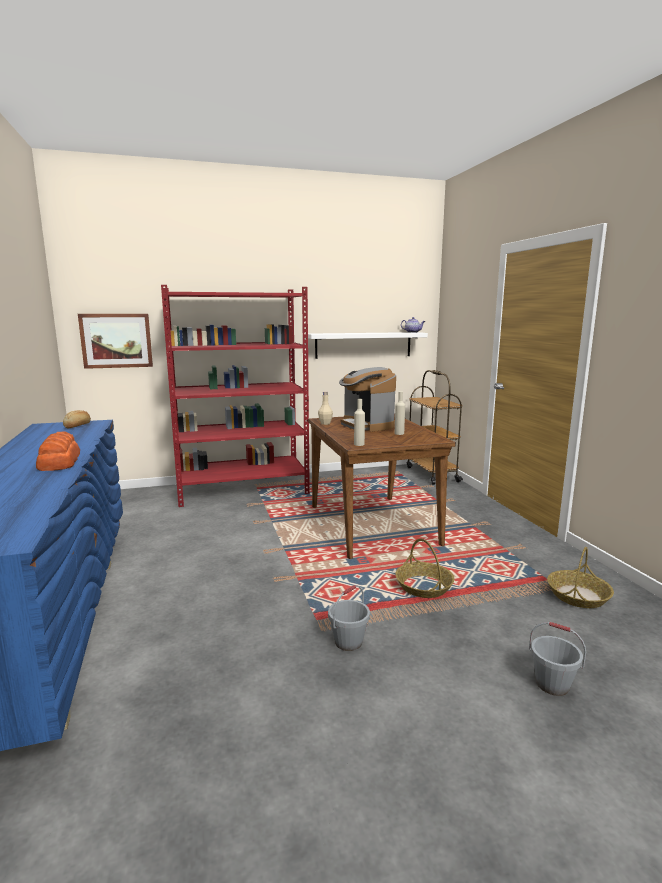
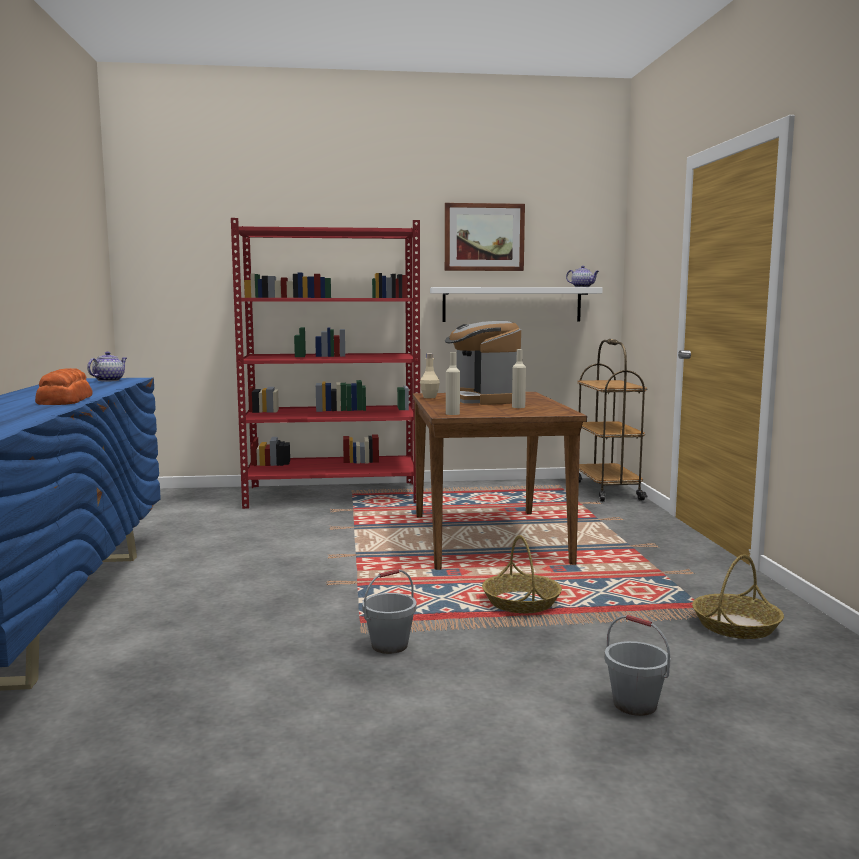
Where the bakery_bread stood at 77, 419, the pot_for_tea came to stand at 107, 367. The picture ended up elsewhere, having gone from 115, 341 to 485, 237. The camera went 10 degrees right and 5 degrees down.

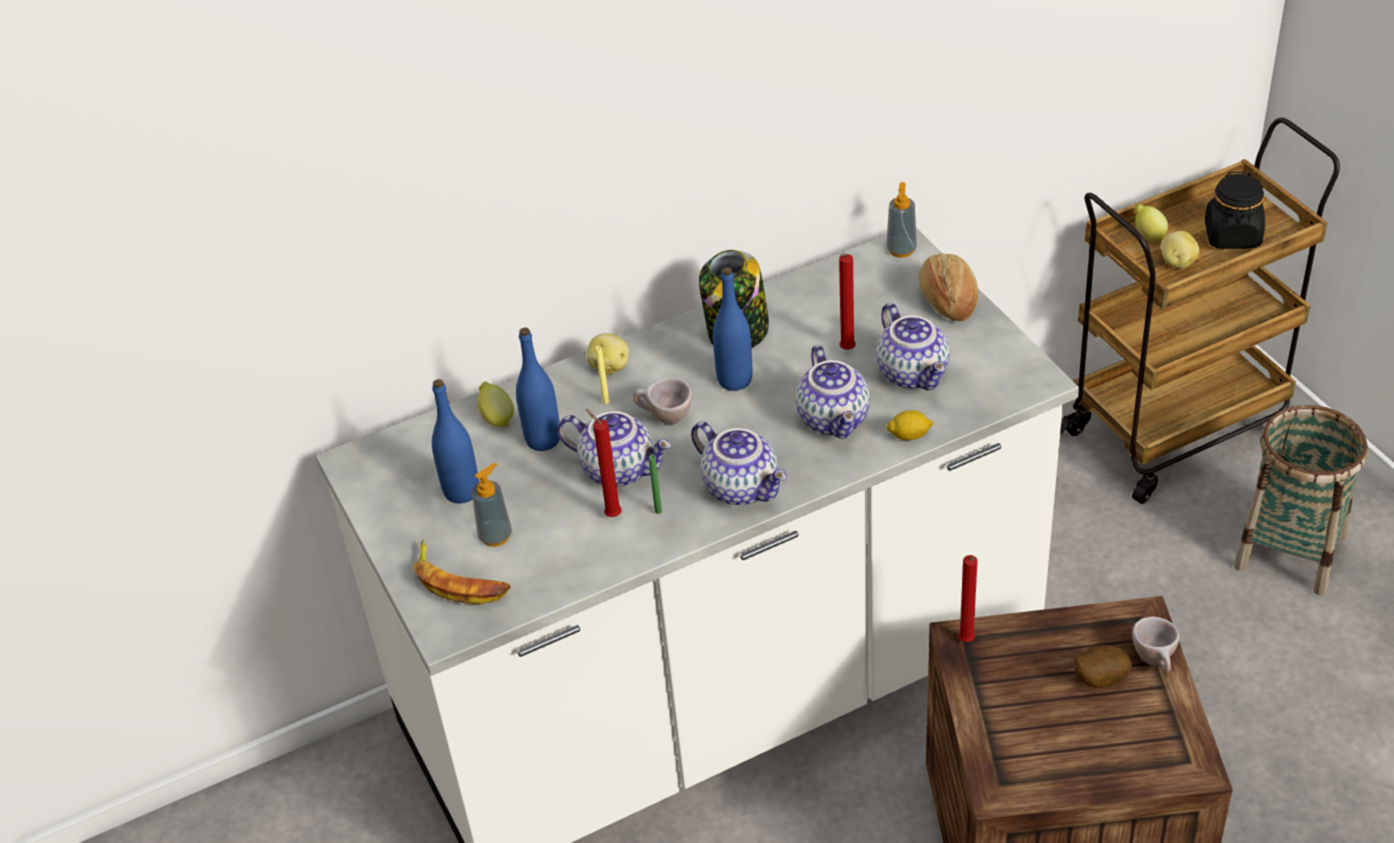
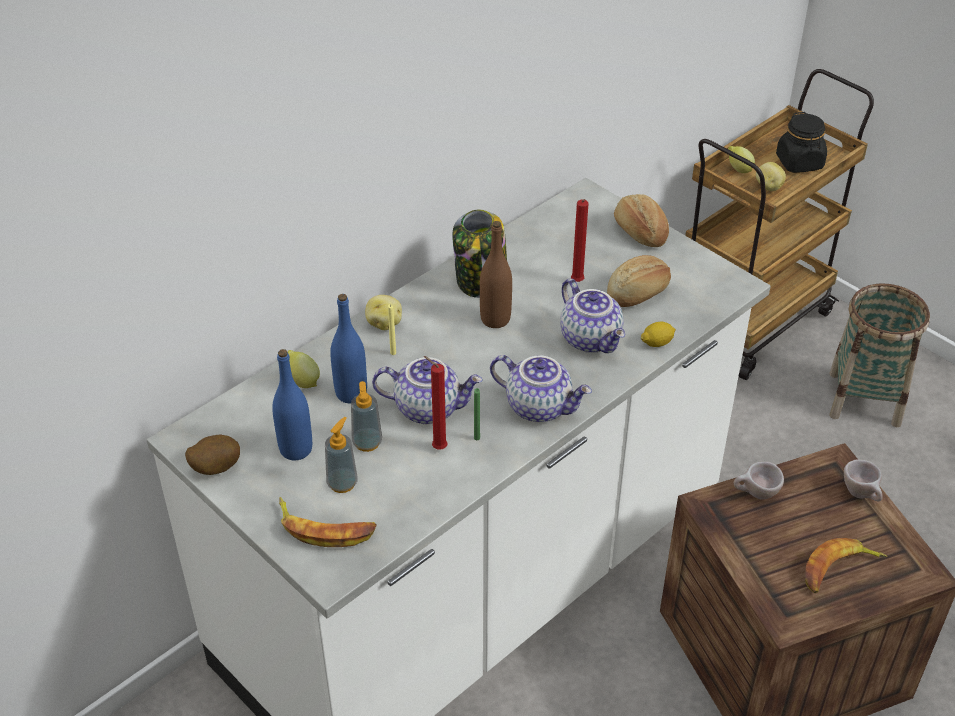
The beige-coloured_small_cup ended up elsewhere, having gone from 662, 401 to 759, 481. What was the blue-coloured_beverage_bottle at 732, 329 turned into the brown_beverage_bottle at 496, 274. Where the pot_for_tea stood at 912, 346, the bakery_bread came to stand at 639, 281. The soap_dispenser ended up elsewhere, having gone from 901, 220 to 366, 416. The second view lost the reddish_wax_candle at 967, 598. The potato ended up elsewhere, having gone from 1103, 666 to 212, 455. The second view gained the whole_banana at 846, 565. The camera went 20 degrees left and 0 degrees up.

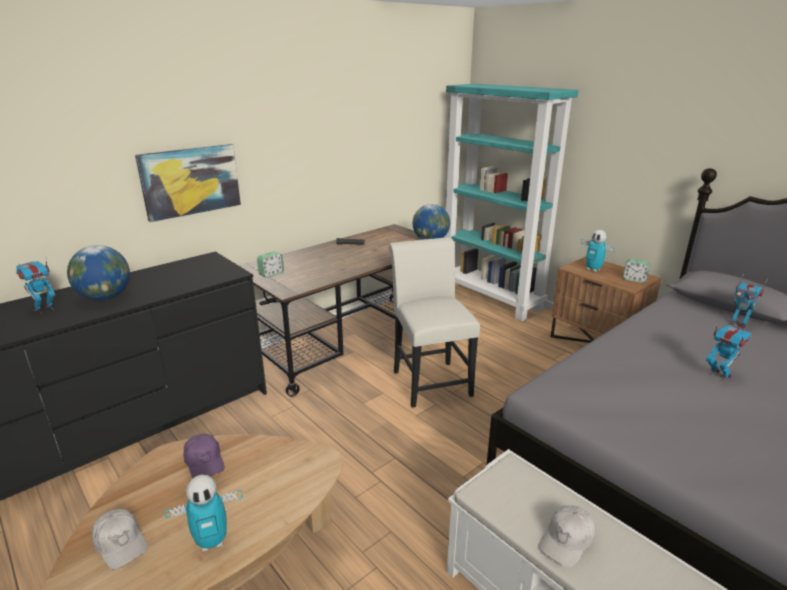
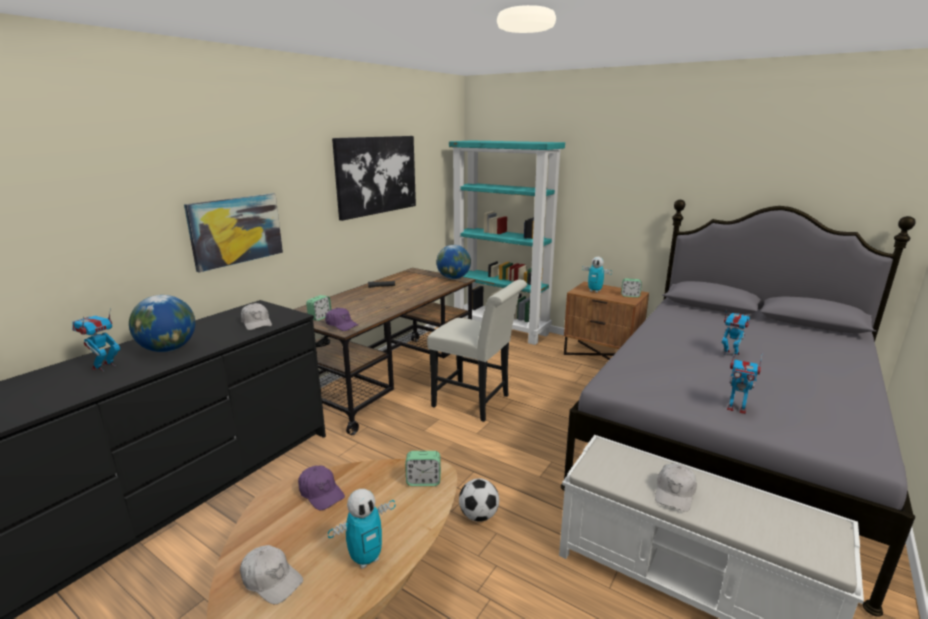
The white-coloured_upright_chair at 434, 322 ended up facing another way, 150 degrees clockwise from before. The robot_figure ended up elsewhere, having gone from 748, 301 to 745, 382. The second view gained the white-coloured_baseball_cap at 256, 316. The second view gained the purple-coloured_baseball_cap at 341, 319. The second view gained the picture at 374, 178. The second view gained the alarm_clock at 423, 468. The second view gained the football_ball at 479, 500. The camera went 15 degrees left and 5 degrees down.

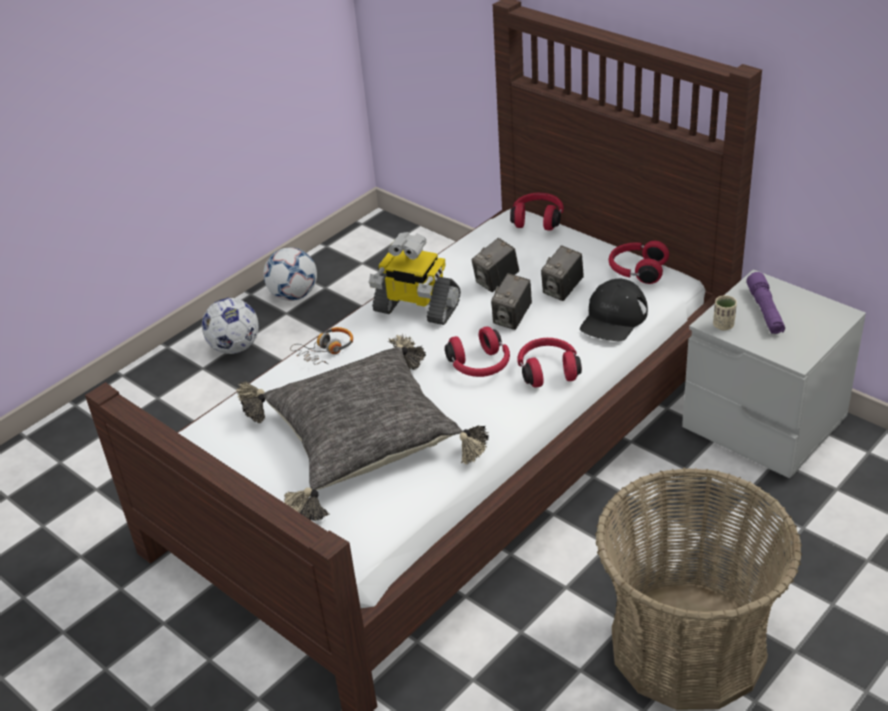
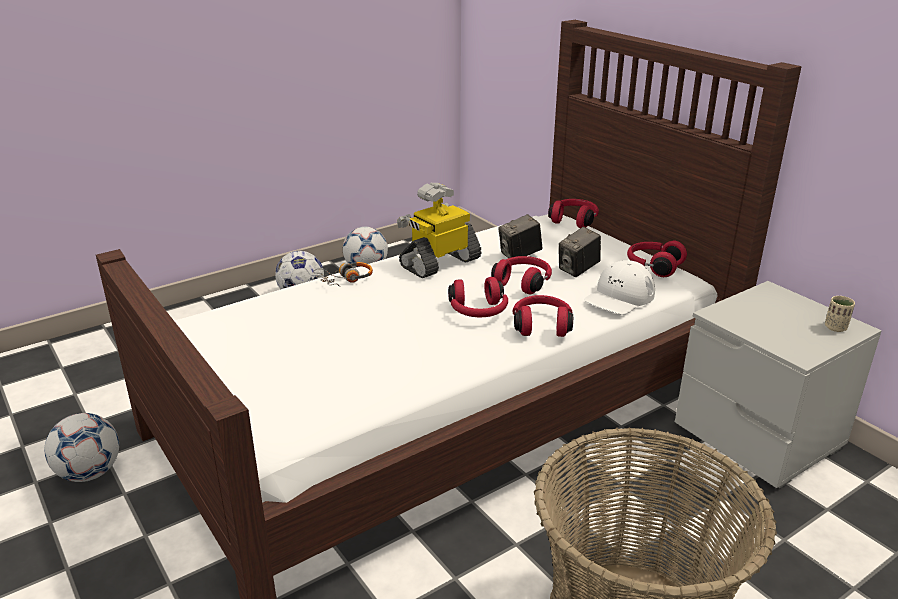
The second view lost the cushion at 362, 427. The robot_figure at 414, 278 ended up facing another way, 105 degrees clockwise from before. Where the photo_camera stood at 511, 301, the reddish_headphones came to stand at 521, 275. What was the black-coloured_baseball_cap at 614, 310 turned into the white-coloured_baseball_cap at 619, 287. The beige-coloured_small_cup ended up elsewhere, having gone from 725, 313 to 840, 314. The second view lost the purple-coloured_torch at 765, 303. The second view gained the football_ball at 82, 447. The camera went 10 degrees right and 10 degrees down.

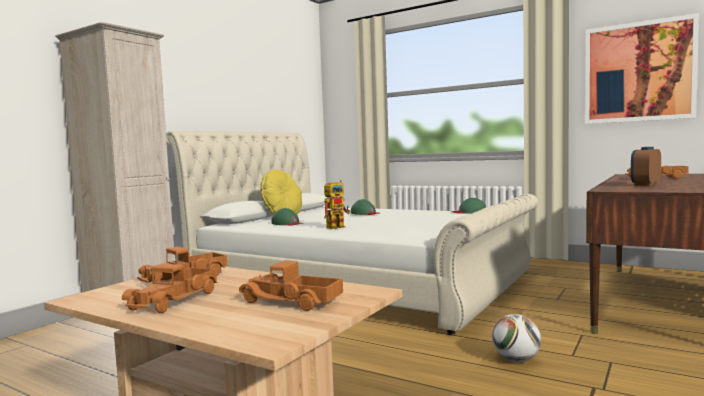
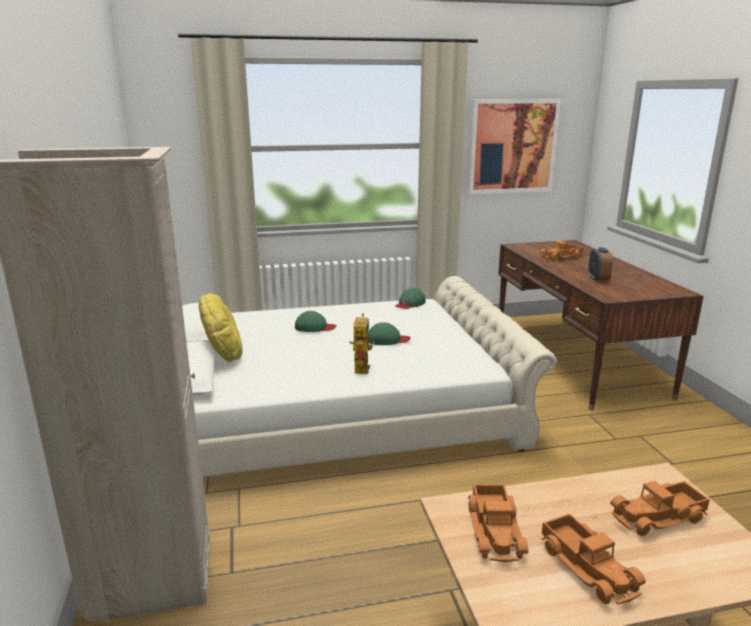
The greenish_baseball_cap ended up elsewhere, having gone from 287, 217 to 389, 333. The second view lost the football_ball at 516, 338. The camera went 45 degrees left and 15 degrees up.

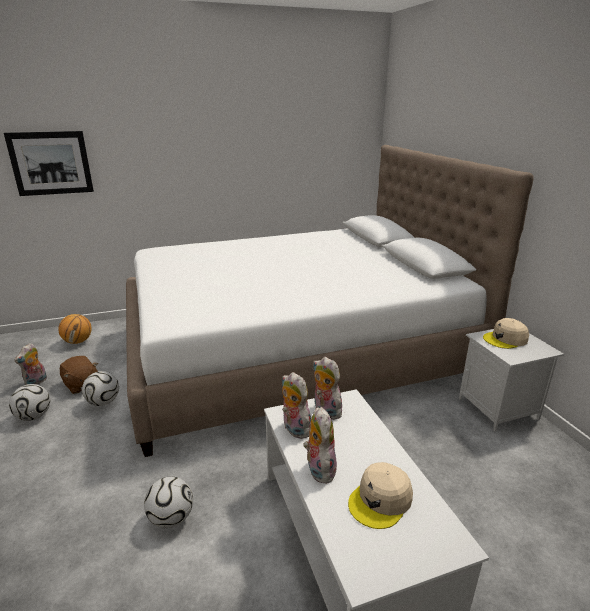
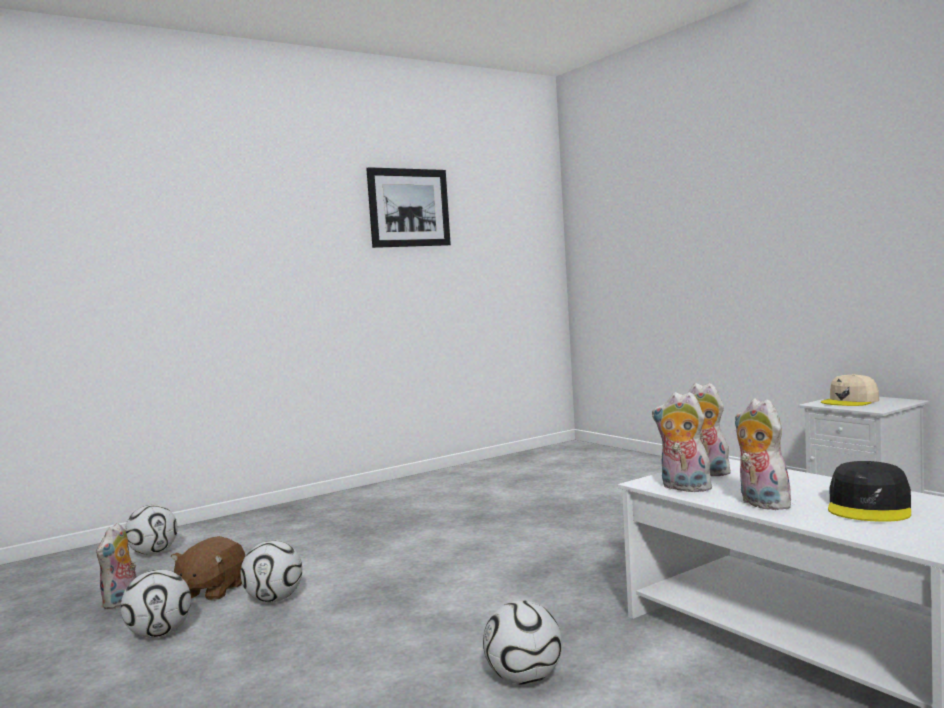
The picture ended up elsewhere, having gone from 49, 163 to 408, 207. Where the basketball stood at 75, 329, the football_ball came to stand at 151, 530. The brown_cuddly_toy at 79, 375 ended up facing another way, 75 degrees clockwise from before. The second view lost the white-coloured_bedroom_bed at 329, 301. What was the beige-coloured_baseball_cap at 380, 495 turned into the black-coloured_baseball_cap at 869, 491. The camera went 15 degrees left and 20 degrees down.

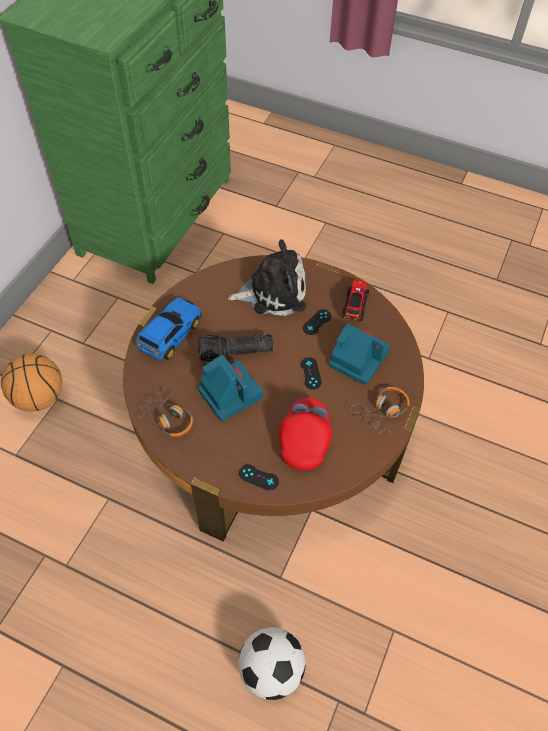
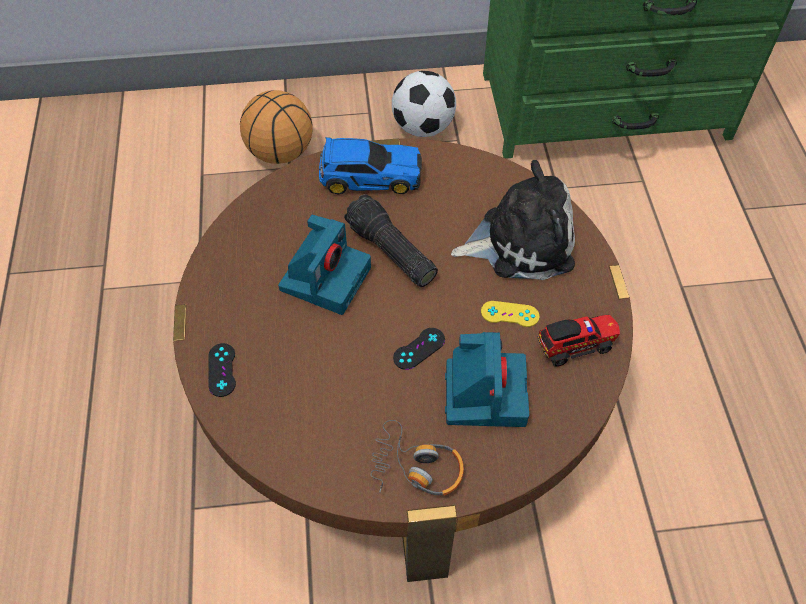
The second view lost the headphones at 166, 411. The cuddly_toy at 267, 277 ended up facing another way, 60 degrees counterclockwise from before. The football_ball ended up elsewhere, having gone from 272, 663 to 424, 104. The second view lost the reddish_baseball_cap at 305, 434. What was the black-coloured_game_controller at 317, 322 turned into the yellowish_game_controller at 510, 314. The camera went 60 degrees right and 0 degrees up.

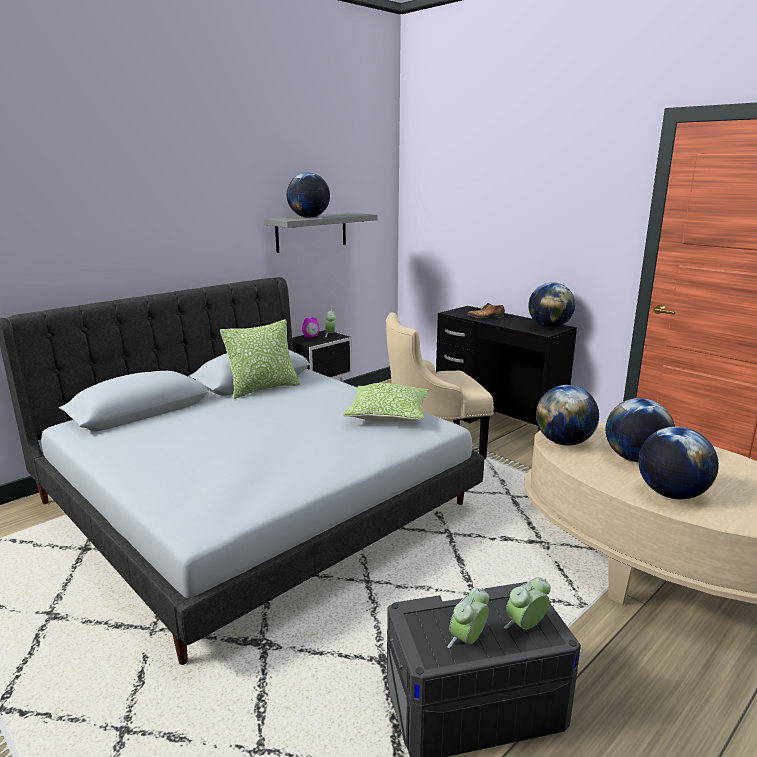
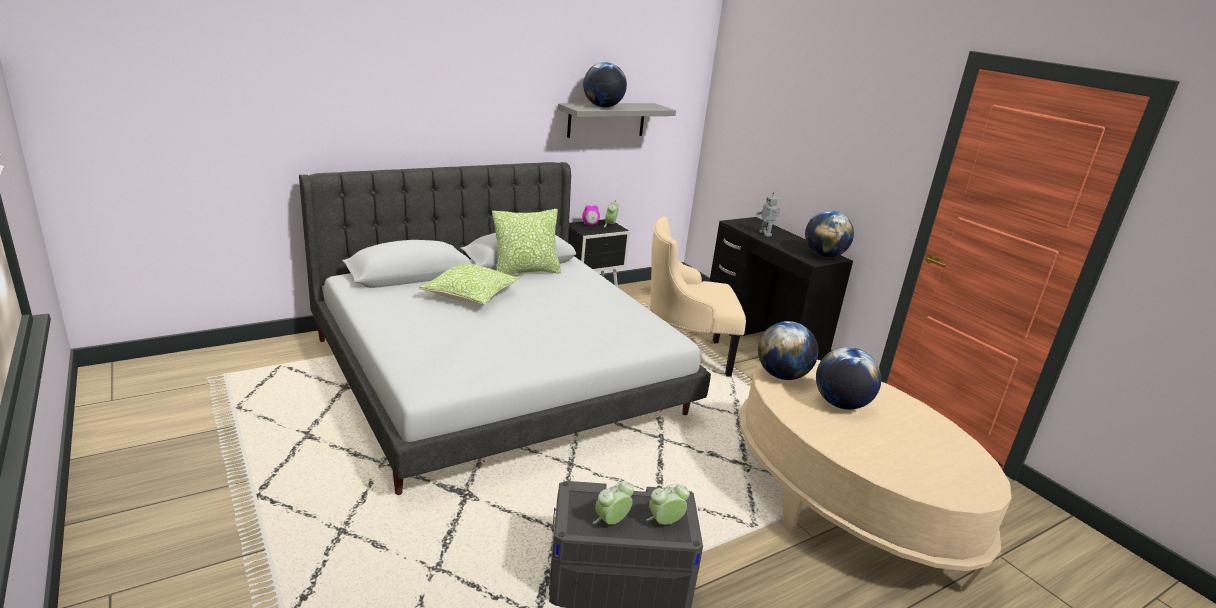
The cushion ended up elsewhere, having gone from 386, 402 to 469, 284. Where the shoe stood at 486, 310, the robot_figure came to stand at 768, 214. The second view lost the desk_globe at 678, 463. The camera went 10 degrees right and 5 degrees up.

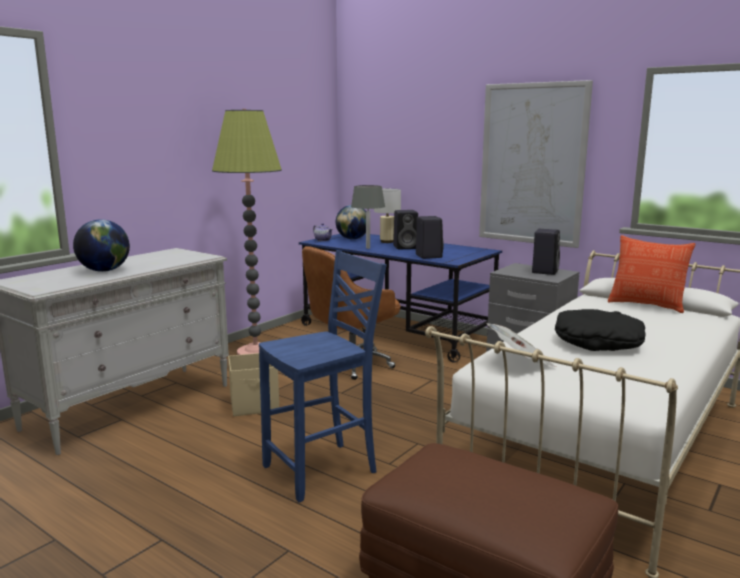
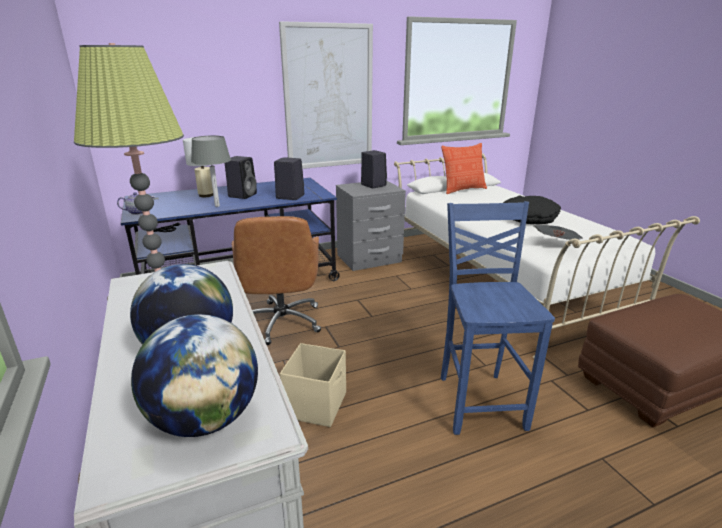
The desk_globe ended up elsewhere, having gone from 351, 222 to 194, 375. The camera went 60 degrees left and 10 degrees up.

